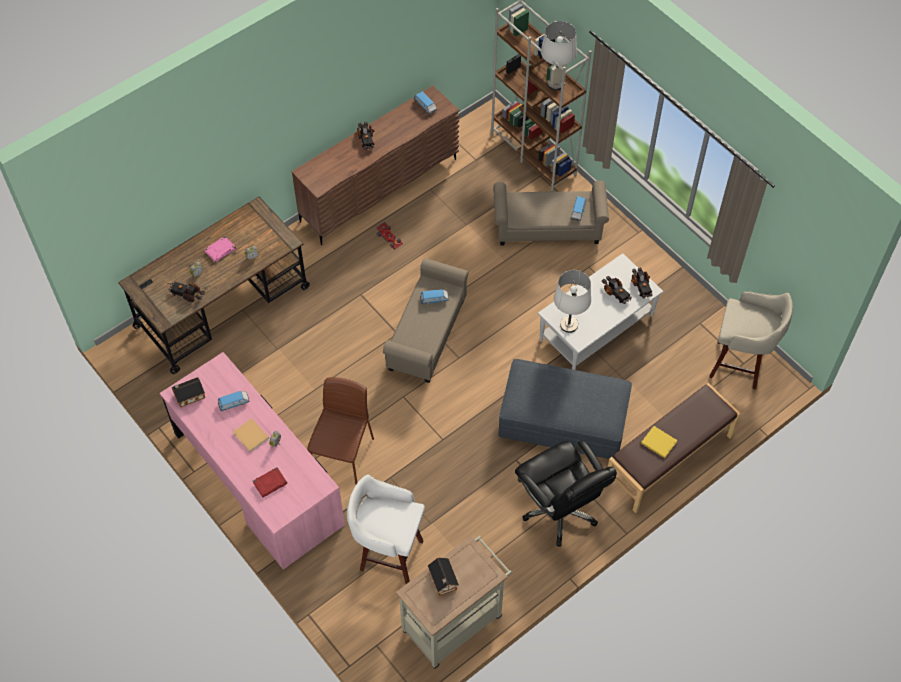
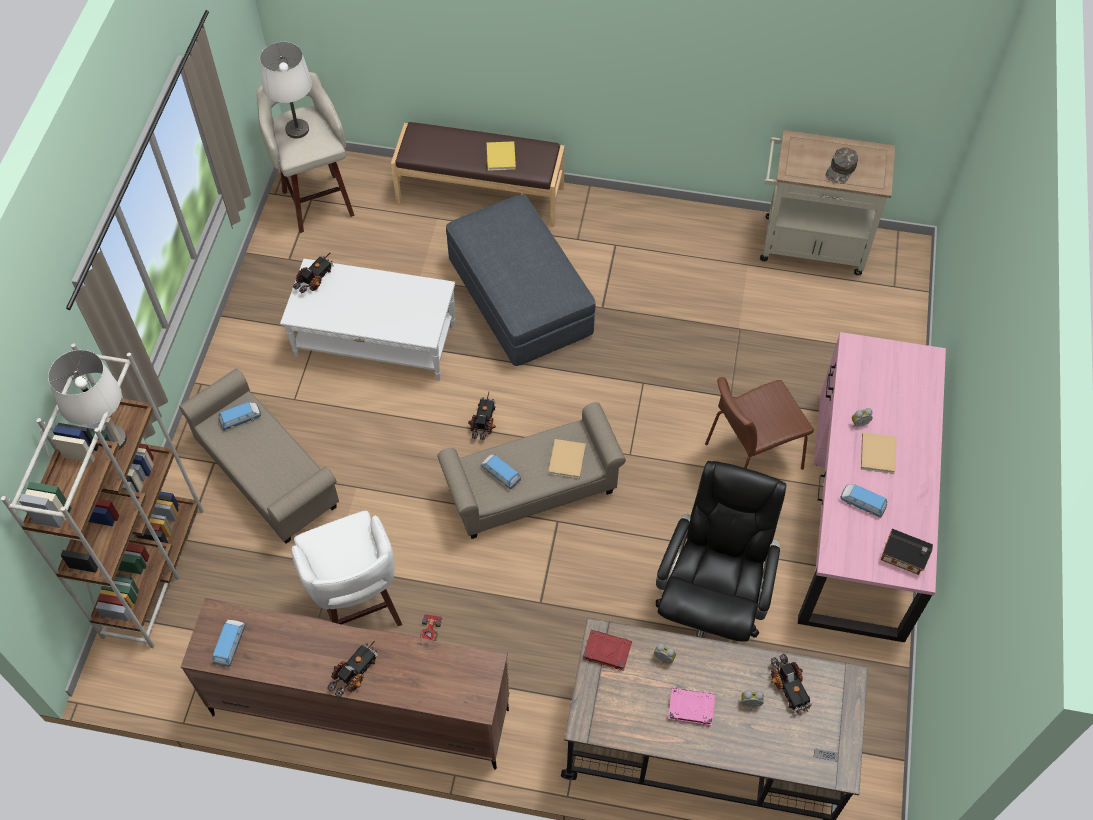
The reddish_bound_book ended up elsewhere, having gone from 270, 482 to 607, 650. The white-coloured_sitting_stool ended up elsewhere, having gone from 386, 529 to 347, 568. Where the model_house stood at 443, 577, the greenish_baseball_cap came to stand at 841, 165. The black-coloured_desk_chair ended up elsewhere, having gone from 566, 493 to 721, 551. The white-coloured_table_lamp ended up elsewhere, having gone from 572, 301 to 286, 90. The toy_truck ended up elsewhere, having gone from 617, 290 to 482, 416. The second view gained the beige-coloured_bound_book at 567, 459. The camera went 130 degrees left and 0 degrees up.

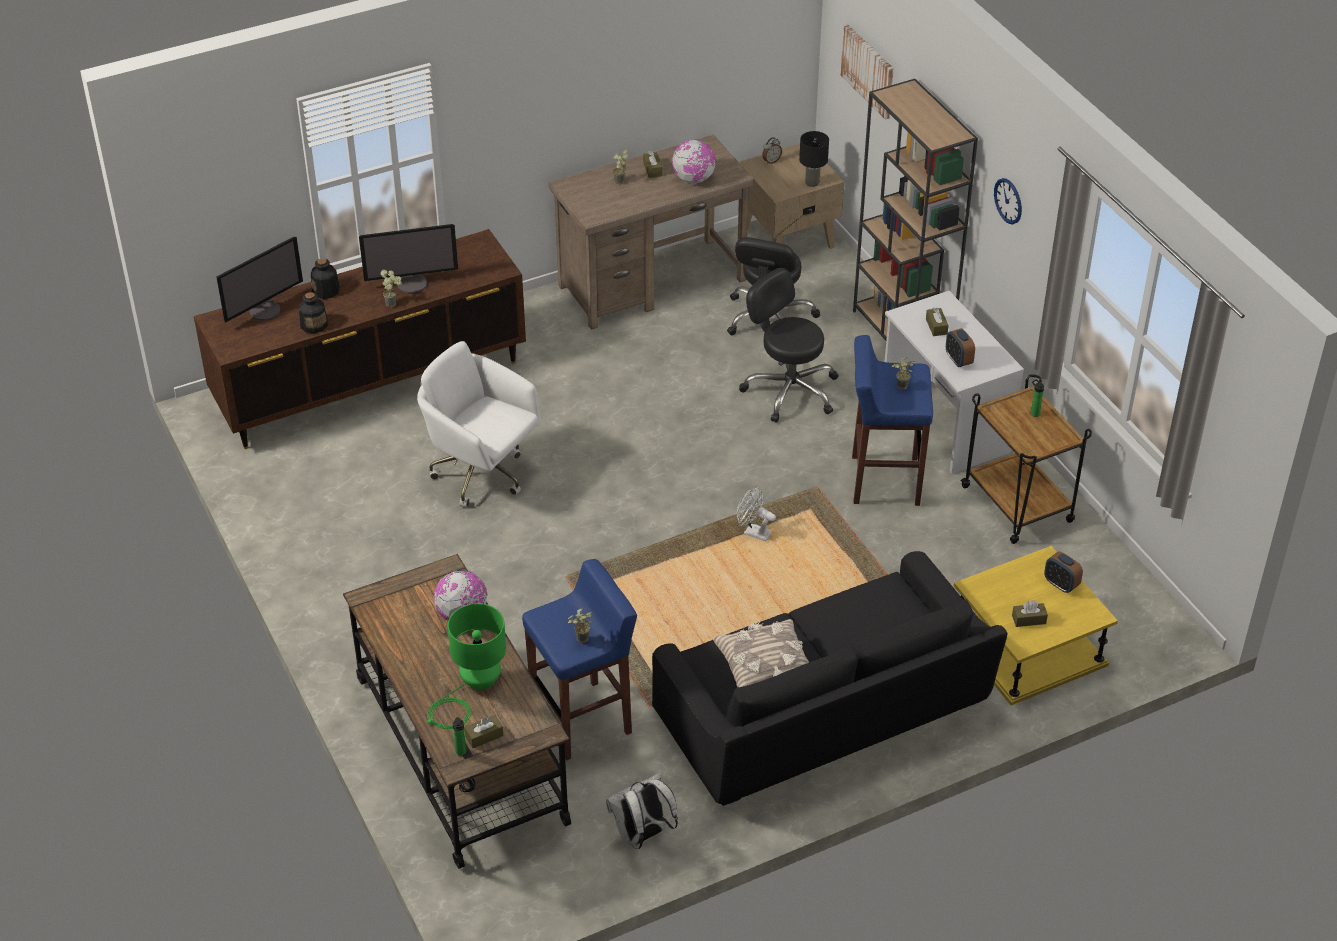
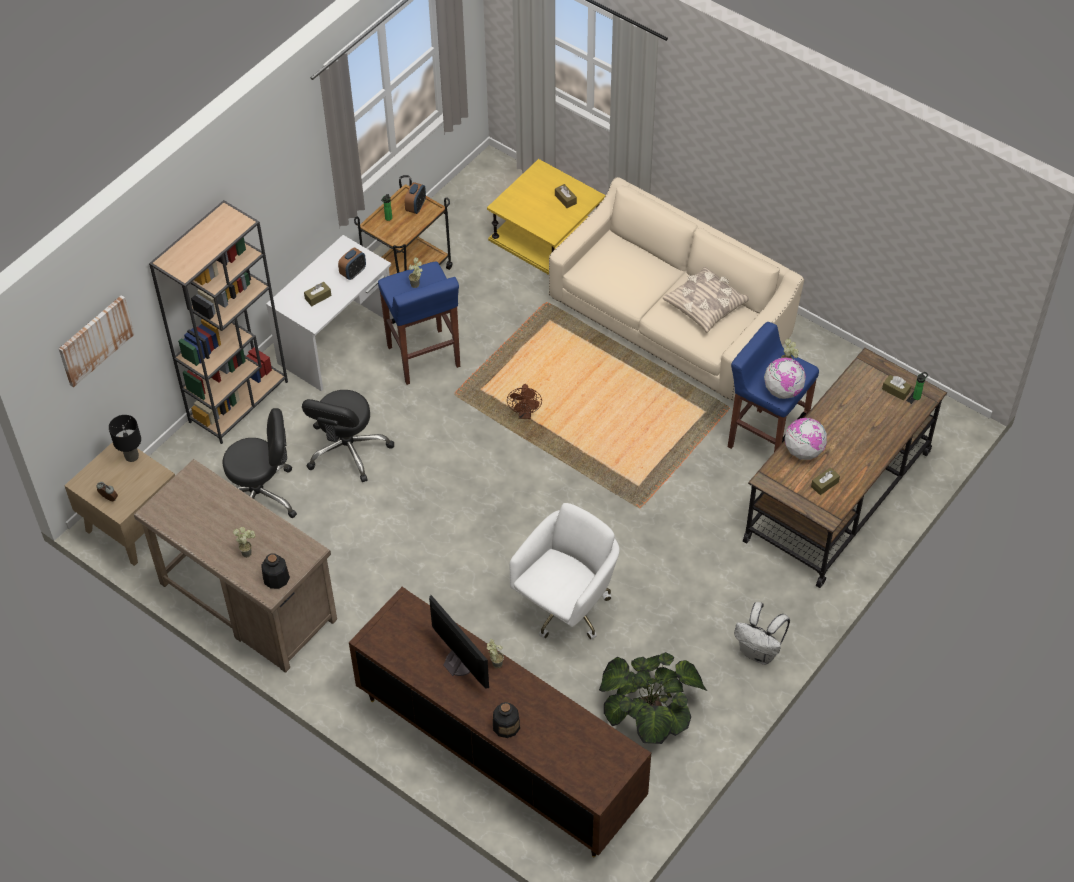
The second view lost the computer_screen at 260, 280. The beverage_bottle ended up elsewhere, having gone from 313, 312 to 275, 571. The white-coloured_desk_chair at 479, 424 ended up facing another way, 150 degrees counterclockwise from before. The second view lost the greenish_table_lamp at 466, 666. The white-coloured_backpack ended up elsewhere, having gone from 642, 811 to 762, 633. The brown_tissue_holder ended up elsewhere, having gone from 653, 164 to 825, 481. What was the black-coloured_couch at 830, 678 turned into the beige-coloured_couch at 676, 289. The desk_globe ended up elsewhere, having gone from 694, 161 to 785, 378. What was the white-coloured_cooling_fan at 756, 514 turned into the brown_cooling_fan at 524, 401. The second view lost the wall_clock at 1008, 201. The alarm_clock ended up elsewhere, having gone from 1063, 572 to 415, 198. The second view gained the plant_in_a_pot at 653, 698. The camera went 115 degrees left and 10 degrees up.

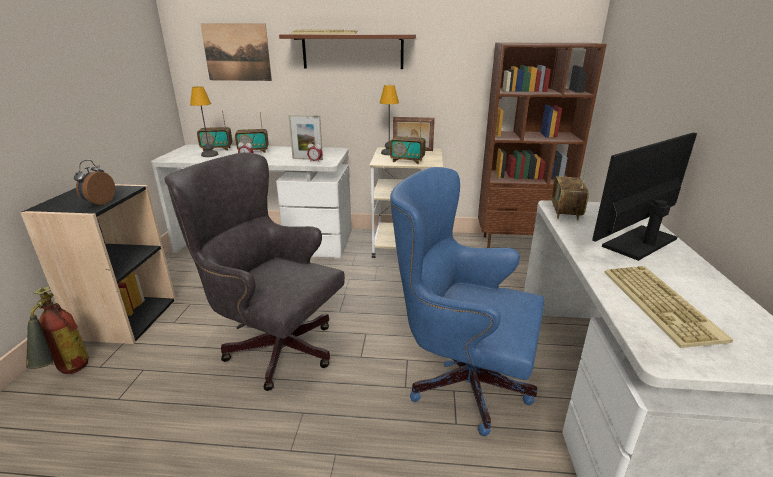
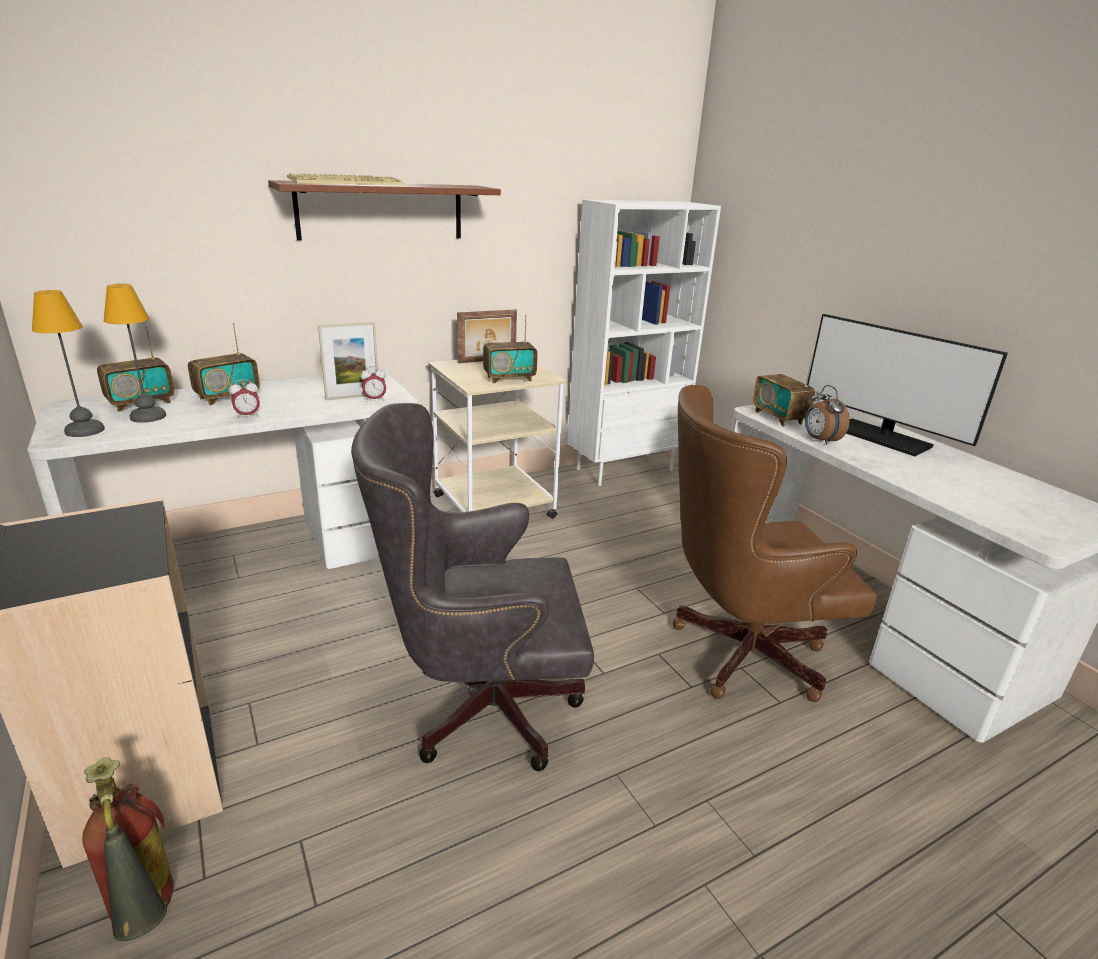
The alarm_clock ended up elsewhere, having gone from 94, 183 to 827, 415. The second view lost the picture at 236, 52. The table_lamp ended up elsewhere, having gone from 389, 120 to 68, 363. What was the blue-coloured_desk_chair at 467, 301 turned into the brown_desk_chair at 775, 543. What was the brown_bookshelf at 542, 145 turned into the white-coloured_bookshelf at 644, 343. The computer_screen at 644, 196 ended up facing another way, 60 degrees counterclockwise from before. The second view lost the keyboard at 668, 307. The camera went 35 degrees left and 0 degrees up.

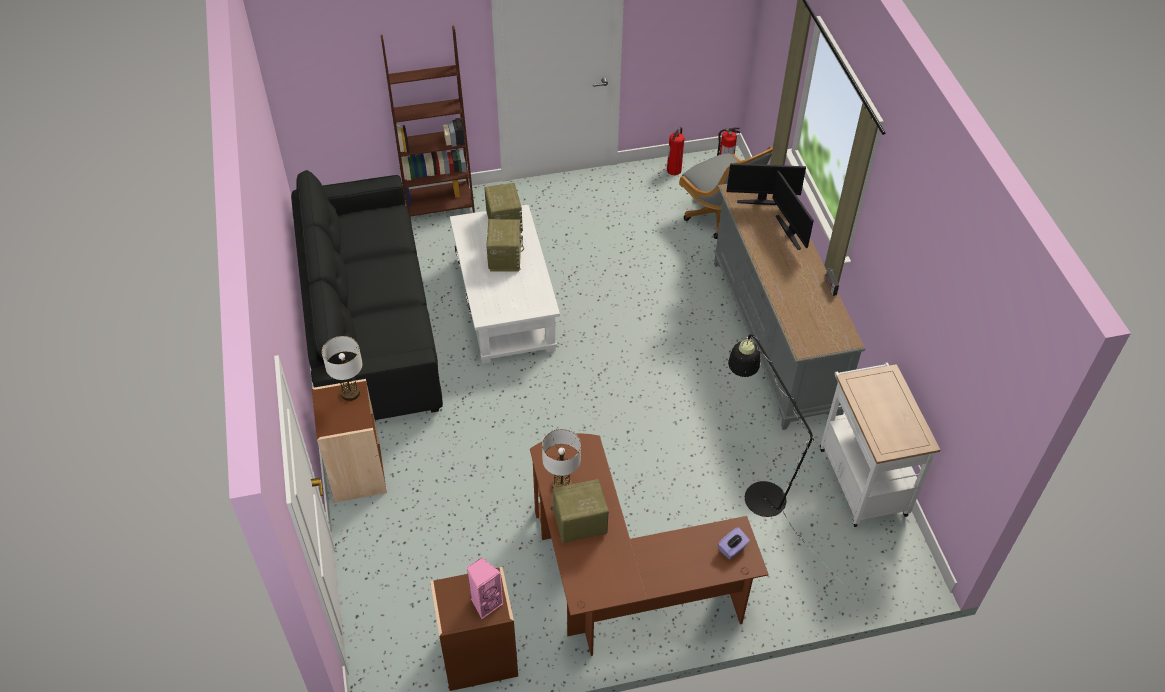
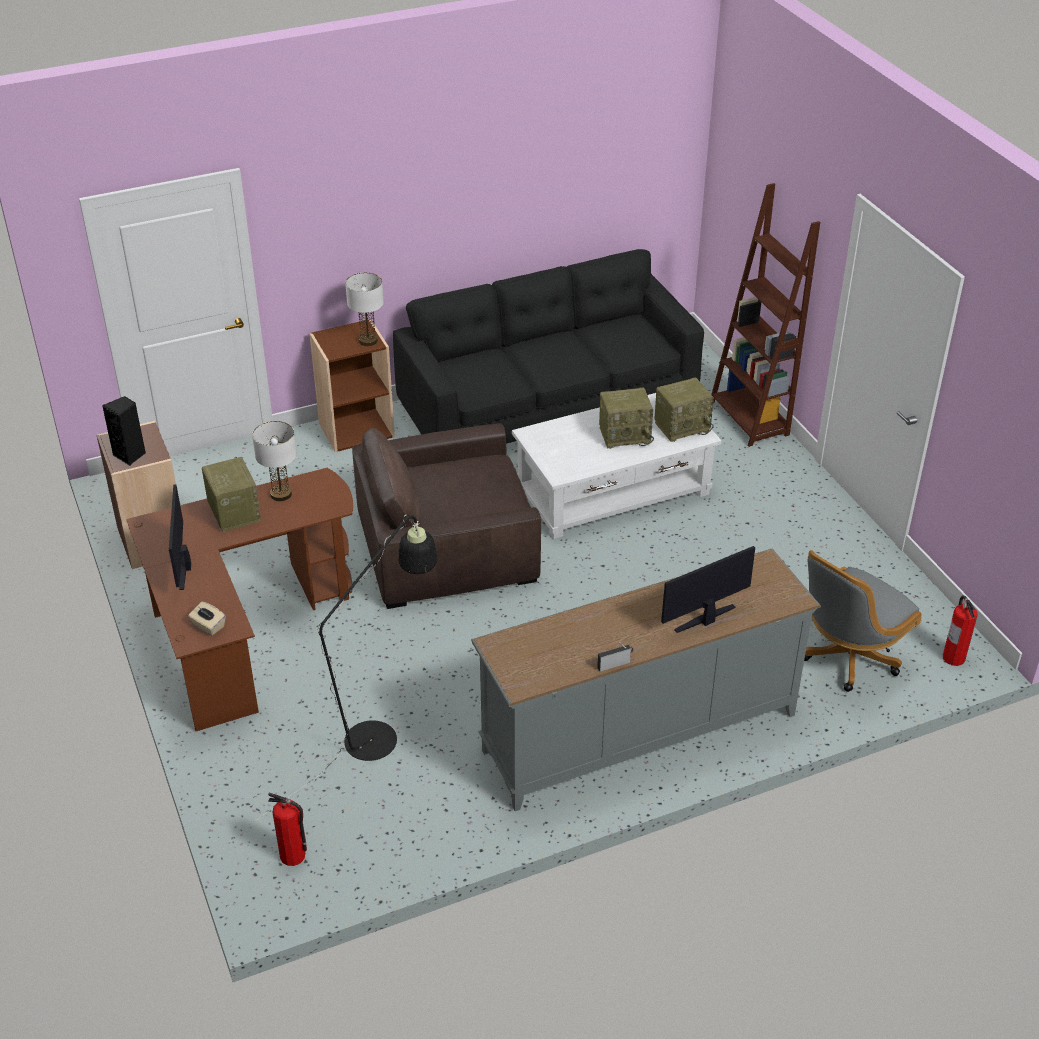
What was the pinkish_speaker at 485, 588 turned into the black-coloured_speaker at 124, 431. The extinguisher ended up elsewhere, having gone from 676, 151 to 287, 829. What was the purple-coloured_tissue_holder at 734, 543 turned into the beige-coloured_tissue_holder at 206, 618. The computer_screen ended up elsewhere, having gone from 766, 184 to 180, 537. The second view lost the white-coloured_trolley at 880, 444. The second view gained the brown_armchair at 446, 516. The camera went 80 degrees right and 10 degrees down.

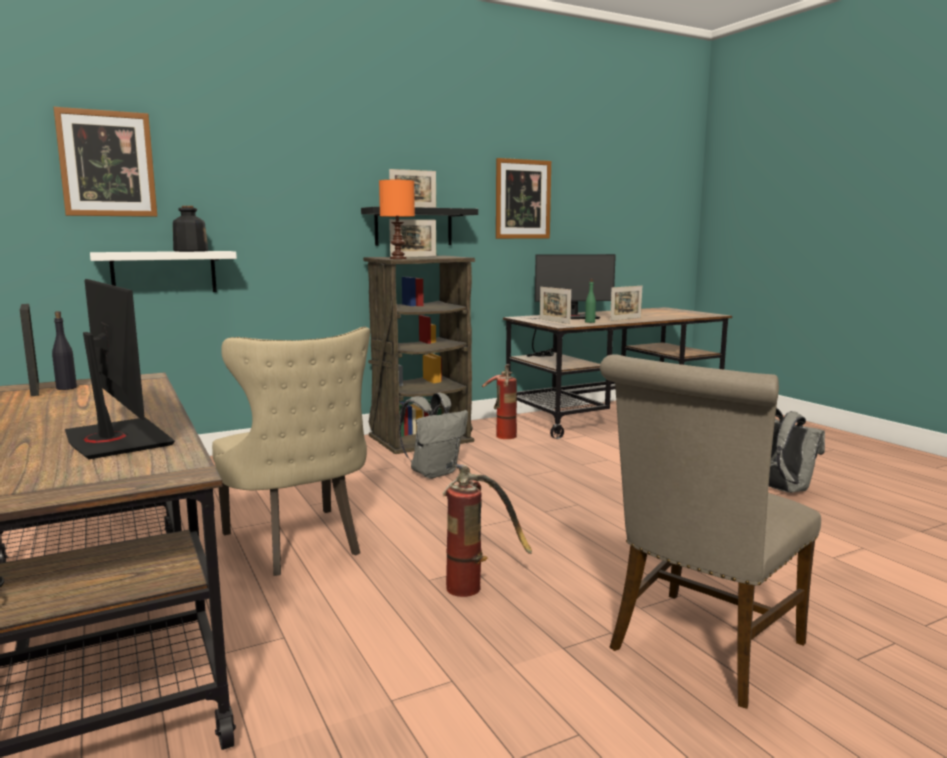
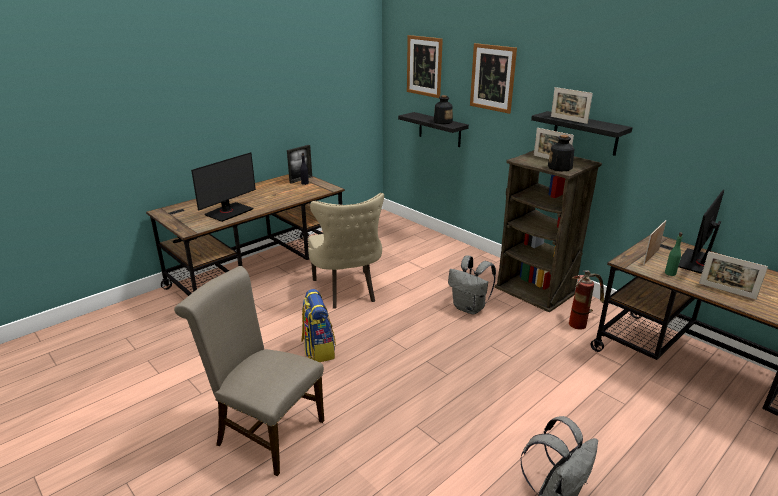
What was the white-coloured_shelf at 163, 271 turned into the black-coloured_shelf at 433, 129. The beige-coloured_upright_chair at 291, 451 ended up facing another way, 60 degrees counterclockwise from before. The second view lost the orangey_table_lamp at 397, 219. Where the extinguisher stood at 487, 530, the backpack came to stand at 318, 325. The picture ended up elsewhere, having gone from 523, 198 to 493, 78. The computer_screen at 575, 286 ended up facing another way, 60 degrees clockwise from before. The second view gained the beverage_bottle at 561, 153. The camera went 75 degrees right and 15 degrees up.

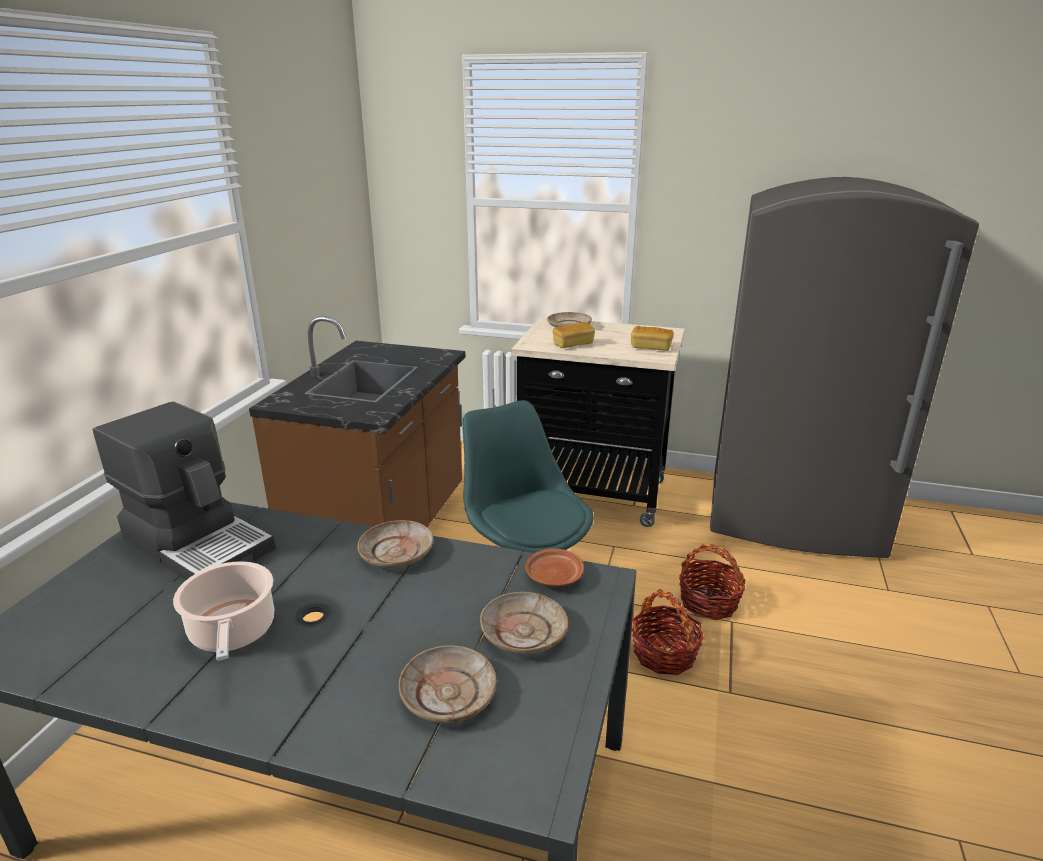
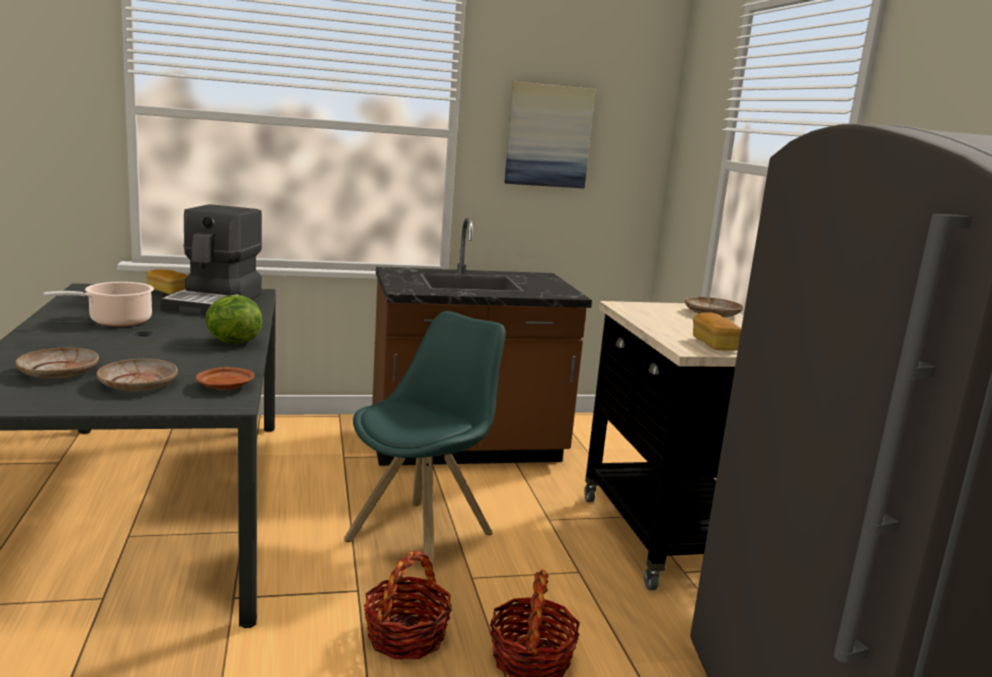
Where the beige-coloured_dinner_plate stood at 395, 544, the head_of_lettuce came to stand at 234, 319. The bakery_bread ended up elsewhere, having gone from 574, 335 to 167, 282. The second view gained the picture at 549, 135. The camera went 60 degrees right and 10 degrees down.

